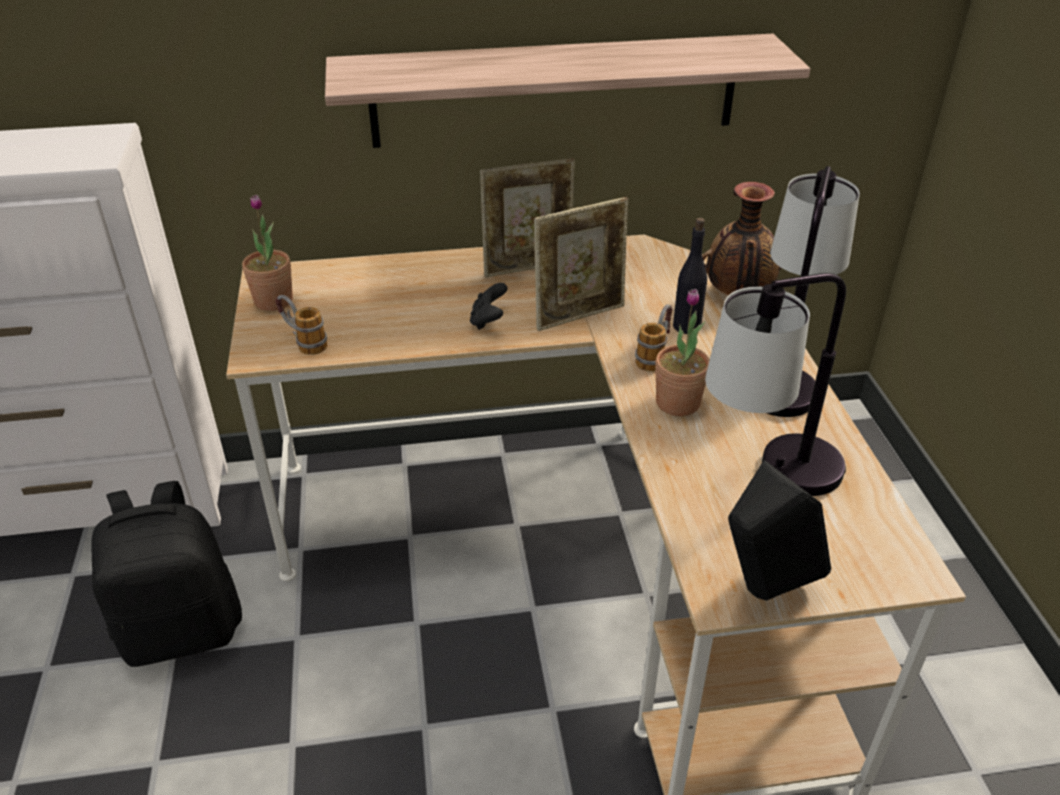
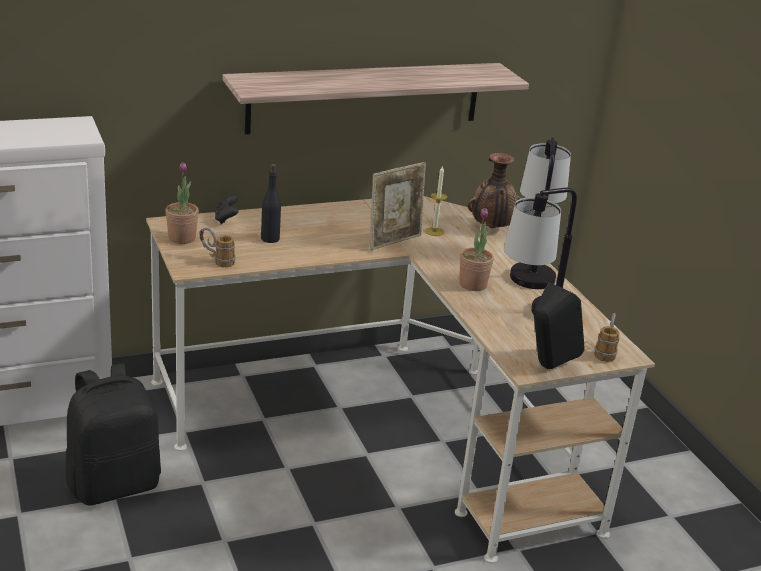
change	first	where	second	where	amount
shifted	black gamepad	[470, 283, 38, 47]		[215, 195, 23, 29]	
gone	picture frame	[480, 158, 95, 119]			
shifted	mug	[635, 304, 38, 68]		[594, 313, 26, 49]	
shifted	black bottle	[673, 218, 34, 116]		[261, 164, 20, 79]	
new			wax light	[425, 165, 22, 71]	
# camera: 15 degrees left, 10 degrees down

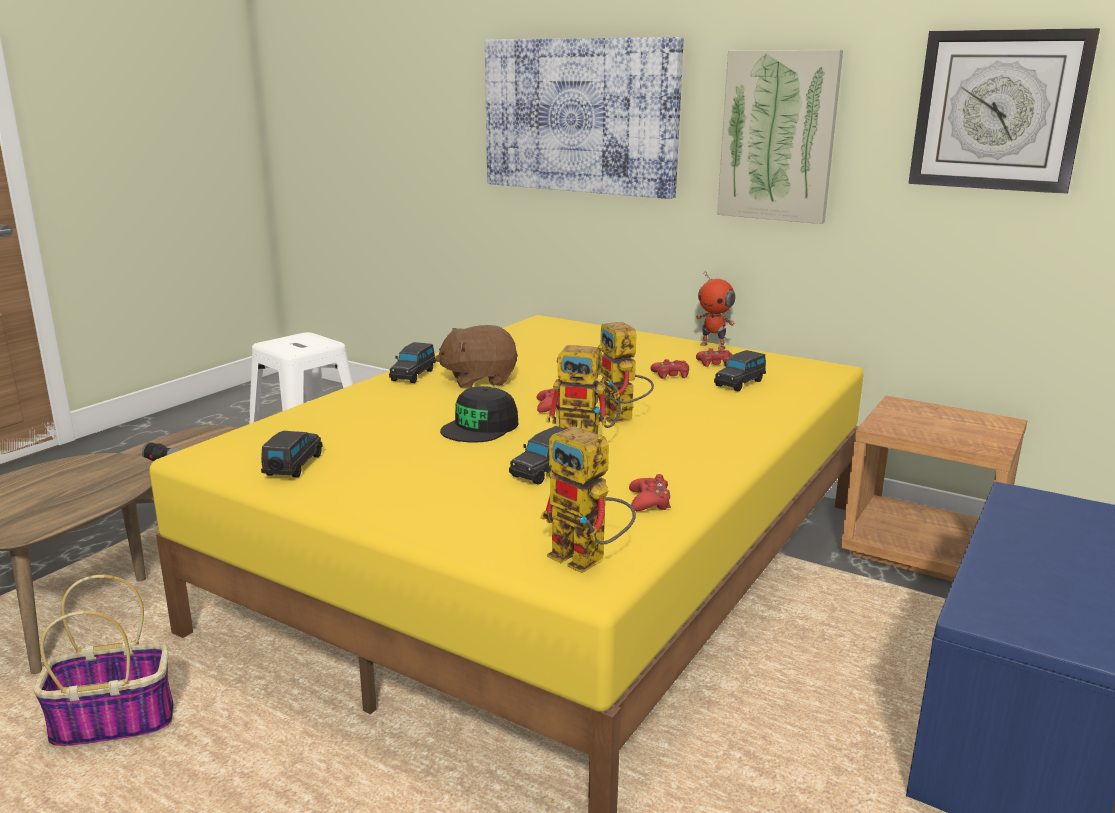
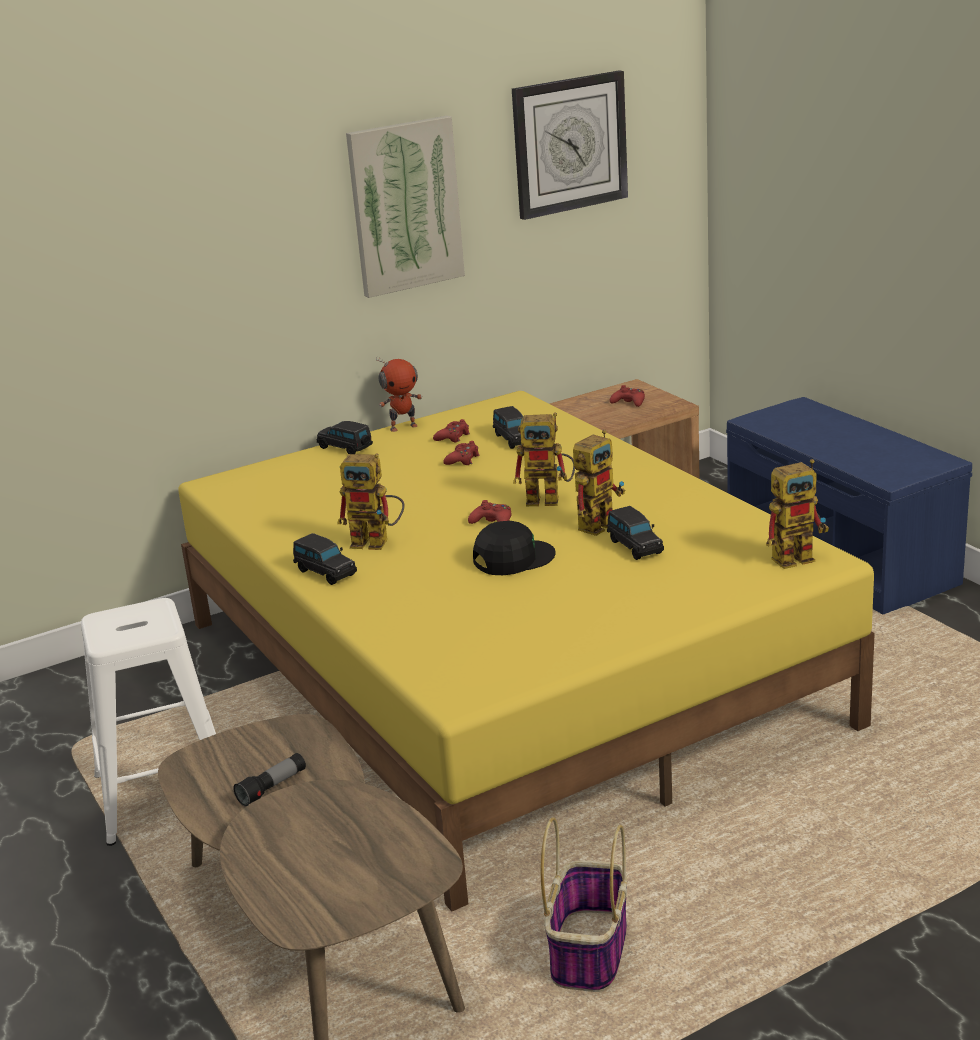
change	first	where	second	where	amount
shifted	black toy car	[261, 431, 62, 46]		[317, 421, 56, 33]	
swapped	brownish soft toy	[435, 325, 83, 62]	toy robot	[337, 453, 68, 97]	
rotated	black peaked cap	[440, 386, 79, 57]		[473, 521, 83, 54]	90 degrees counterclockwise
gone	picture	[485, 37, 199, 162]			
shifted	reddish gamepad	[629, 474, 42, 37]		[610, 385, 35, 22]	
# camera: 60 degrees left, 5 degrees up

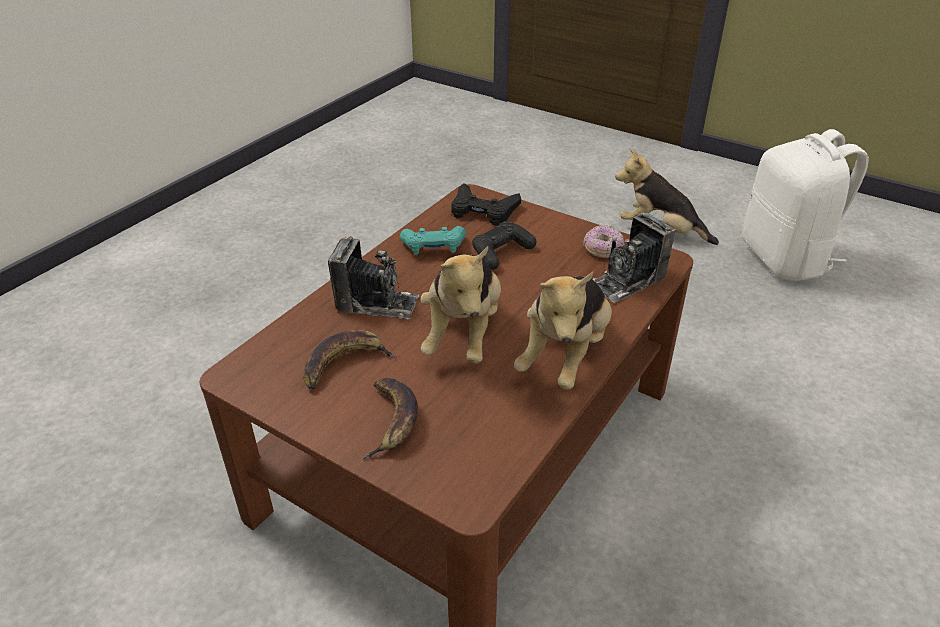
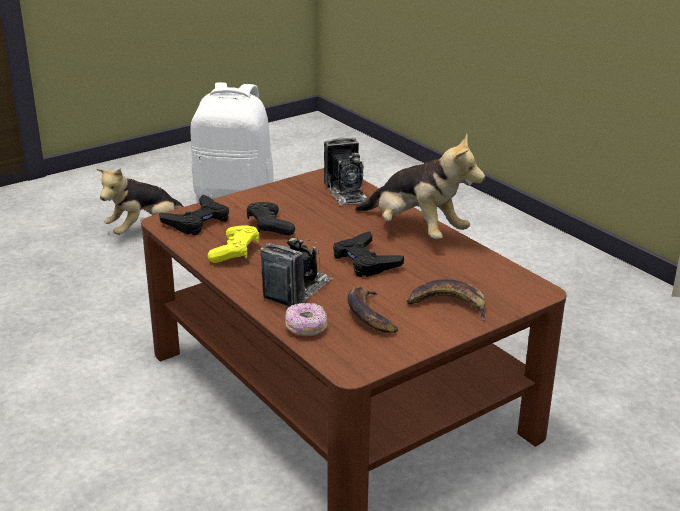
change	first	where	second	where	amount
repainted	turquoise gamepad	[400, 226, 66, 29]	yellow-coloured gamepad	[208, 225, 51, 38]	
swapped	soft toy	[421, 246, 80, 118]	black gamepad	[333, 231, 71, 46]	
shifted	doughnut	[583, 225, 41, 33]		[285, 303, 42, 33]	
# camera: 70 degrees left, 10 degrees down

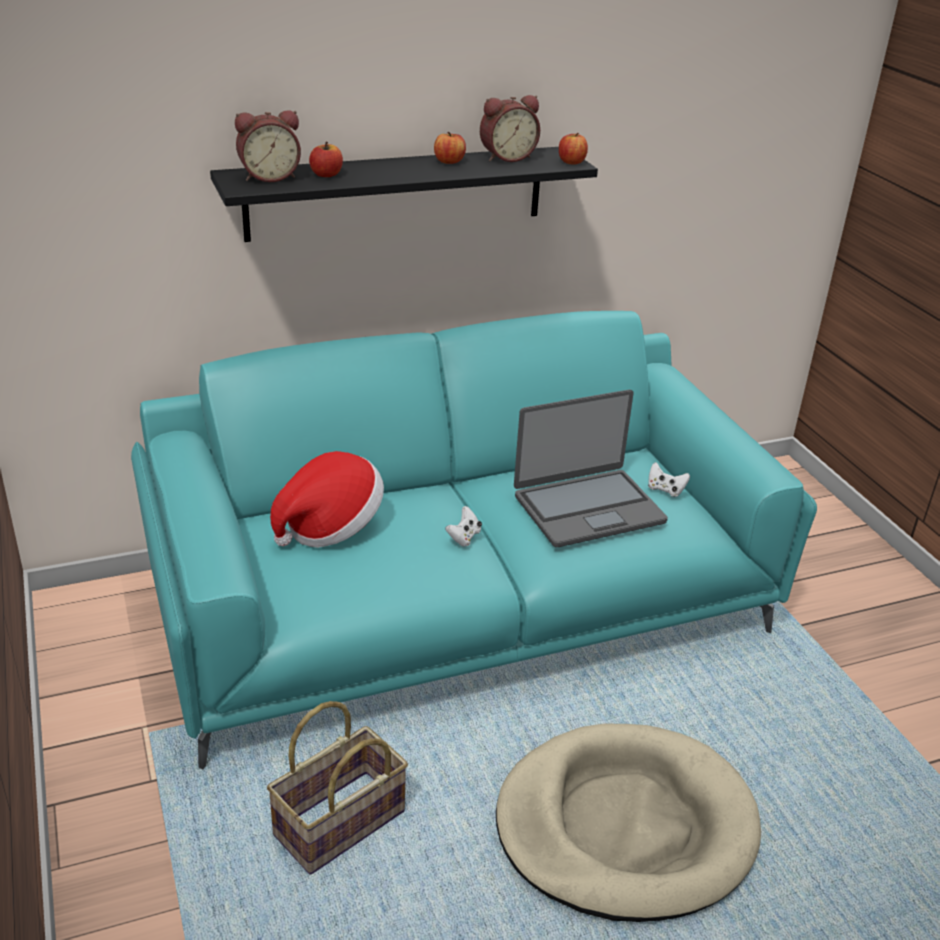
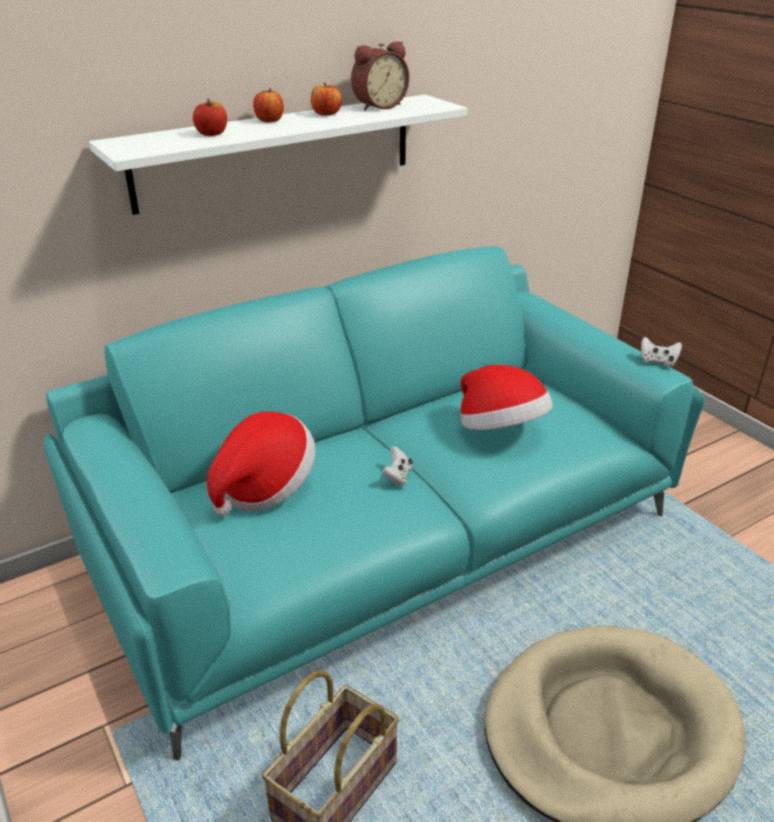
change	first	where	second	where	amount
repainted	black wall shelf	[210, 147, 388, 95]	white wall shelf	[89, 95, 379, 120]	
gone	table clock	[235, 110, 66, 72]			
swapped	notebook computer	[514, 390, 154, 157]	wearable hat	[460, 365, 93, 65]	
shifted	whole apple	[559, 133, 29, 31]		[253, 88, 31, 34]	
shifted	white gamepad	[648, 462, 42, 35]		[641, 337, 41, 30]	
# camera: 10 degrees left, 0 degrees up

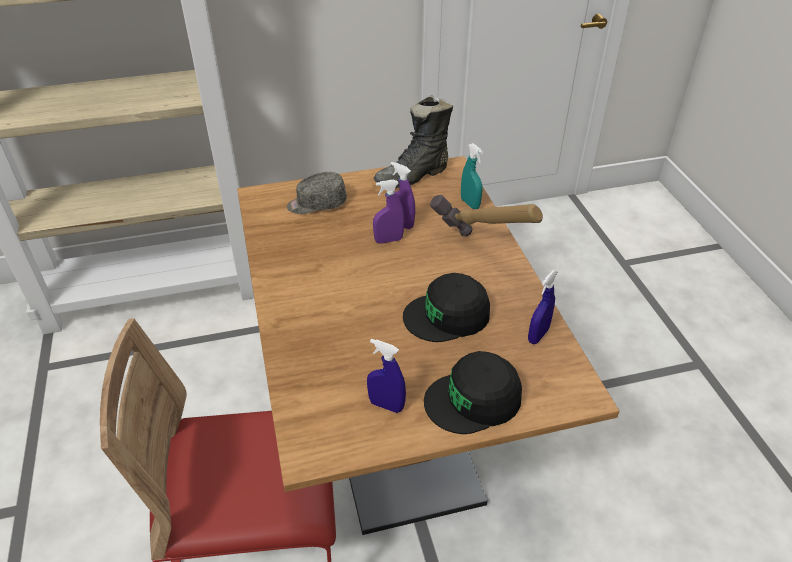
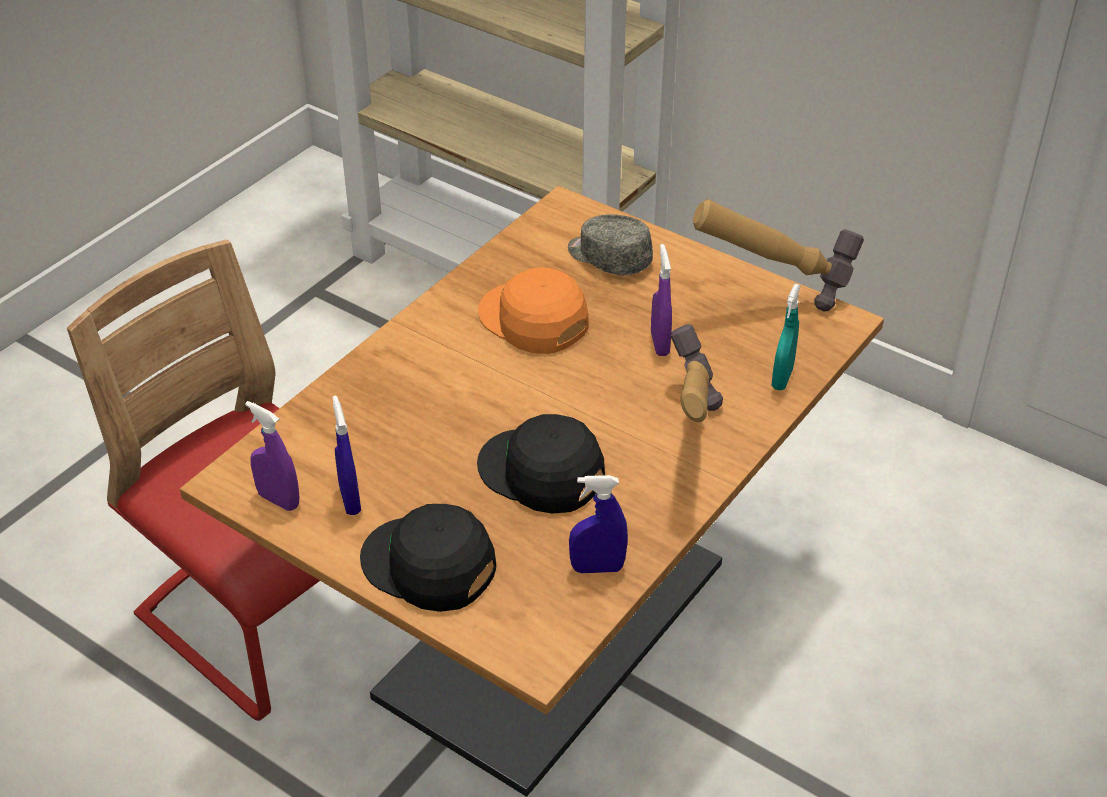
change	first	where	second	where	amount
swapped	black boot	[373, 95, 80, 93]	tool hammer	[693, 199, 171, 112]	
shifted	purple sprayer	[373, 180, 31, 64]		[245, 401, 54, 110]	
new			orangey peaked cap	[478, 267, 111, 87]	
# camera: 50 degrees right, 0 degrees up

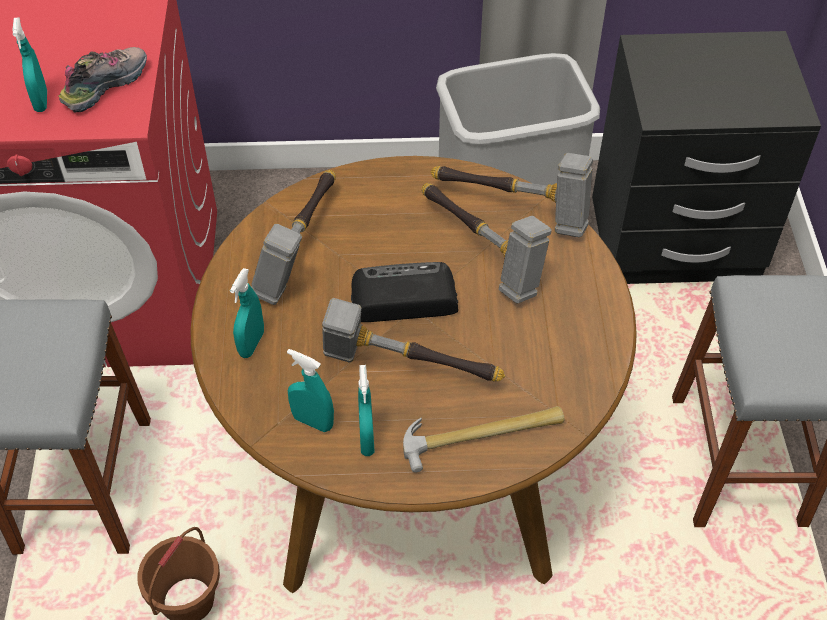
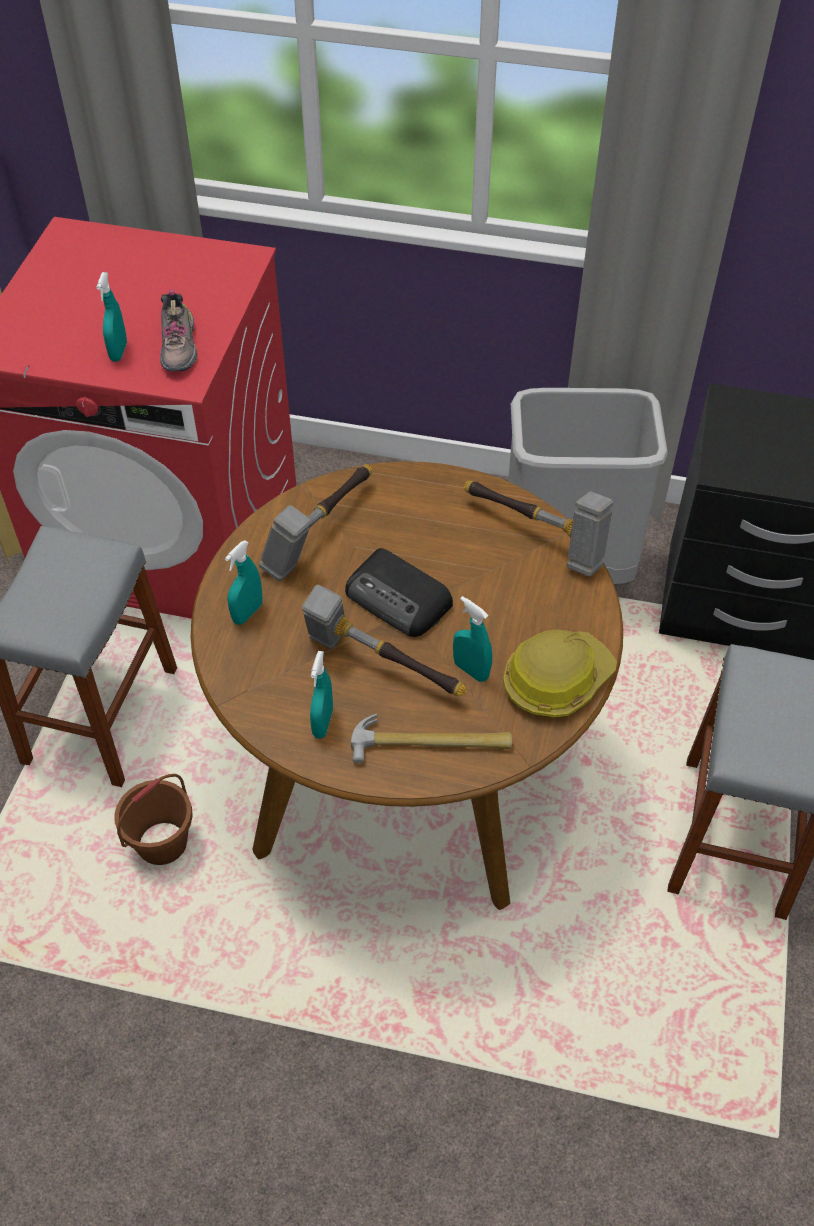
change	first	where	second	where	amount
rotated	item of footwear	[59, 47, 88, 66]		[160, 289, 38, 82]	120 degrees clockwise
shifted	turquoise sprayer	[287, 349, 47, 83]		[453, 596, 39, 86]	
rotated	radio set	[351, 262, 107, 60]		[345, 548, 108, 89]	150 degrees counterclockwise
gone	tool hammer	[421, 183, 131, 121]			
new			hard hat	[503, 629, 114, 89]	
# camera: 15 degrees right, 0 degrees up

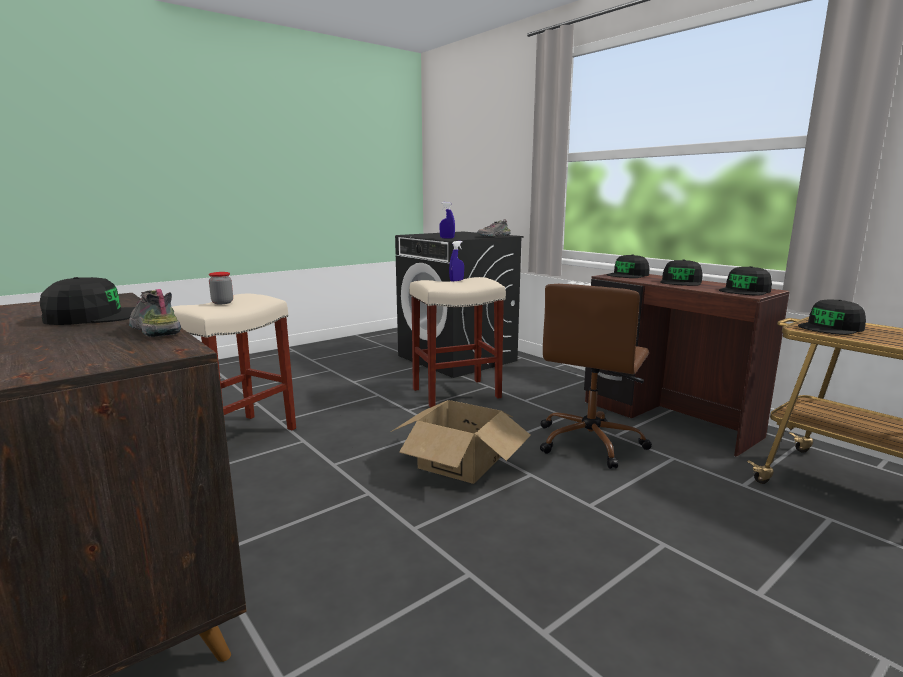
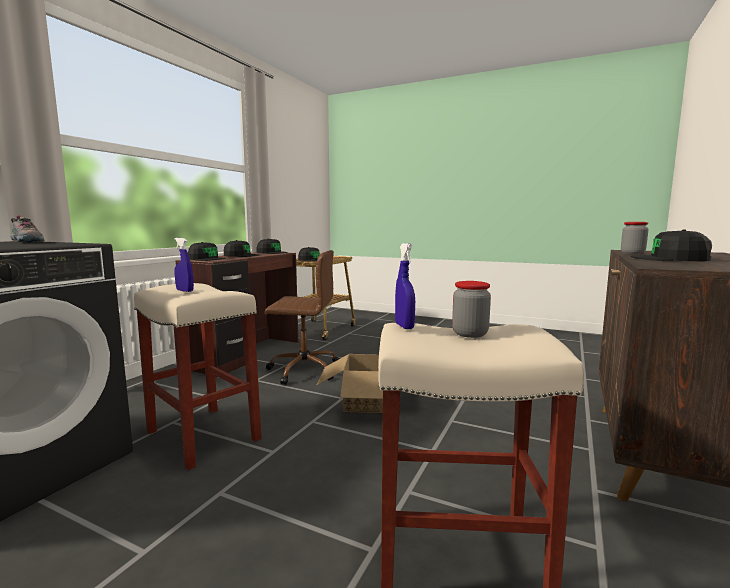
change	first	where	second	where	amount
swapped	item of footwear	[129, 289, 52, 48]	jar	[621, 222, 28, 32]	
shifted	blue sprayer	[439, 202, 16, 37]		[395, 243, 20, 86]	
# camera: 115 degrees left, 5 degrees down

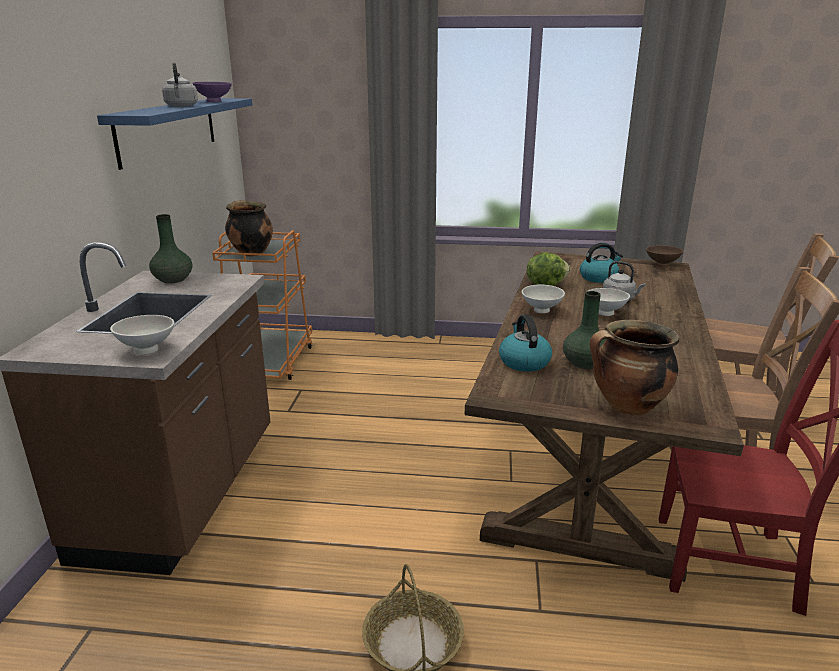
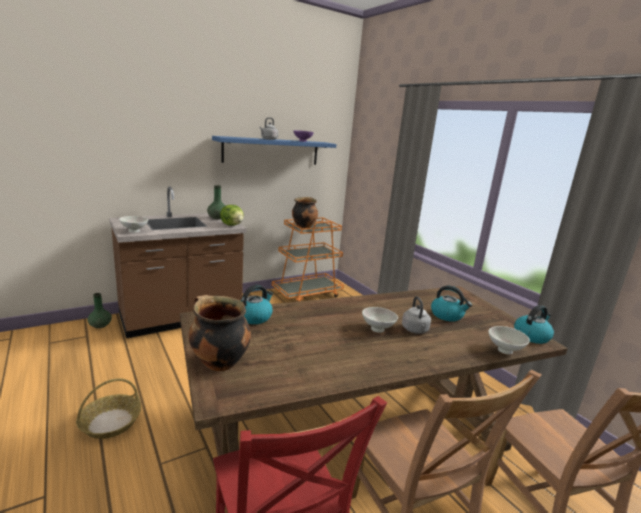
change	first	where	second	where	amount
shifted	white deep dish	[522, 285, 43, 28]		[488, 326, 42, 28]	
shifted	lettuce	[527, 252, 43, 34]		[220, 205, 24, 21]	
shifted	green-coloured flower vase	[563, 291, 43, 78]		[88, 293, 24, 35]	
swapped	brownish deep dish	[646, 246, 37, 21]	water kettle	[514, 305, 40, 39]	
# camera: 50 degrees right, 5 degrees down

